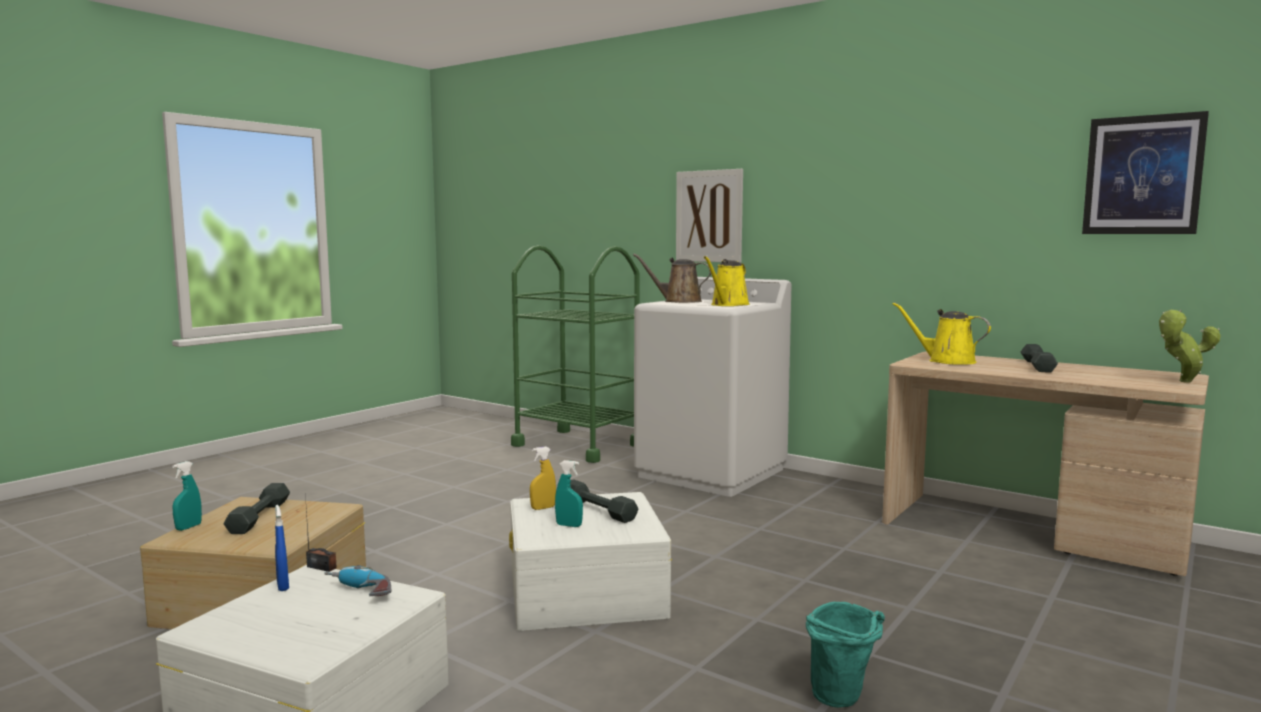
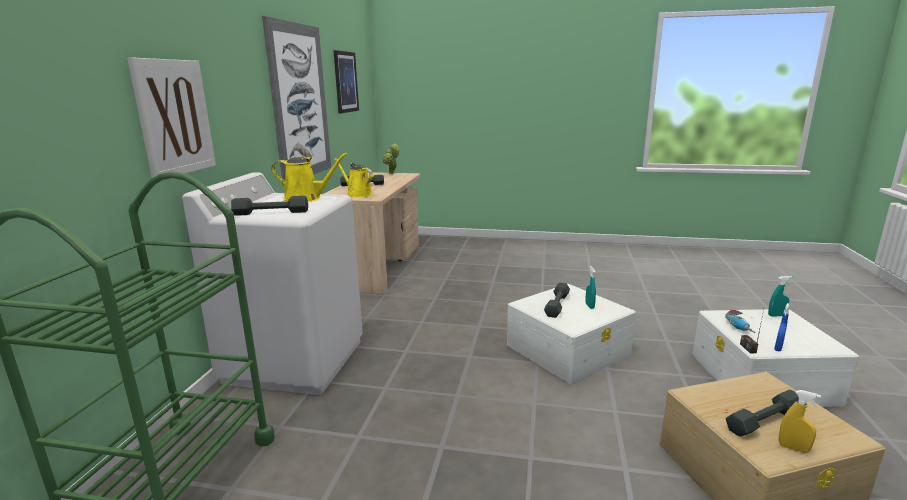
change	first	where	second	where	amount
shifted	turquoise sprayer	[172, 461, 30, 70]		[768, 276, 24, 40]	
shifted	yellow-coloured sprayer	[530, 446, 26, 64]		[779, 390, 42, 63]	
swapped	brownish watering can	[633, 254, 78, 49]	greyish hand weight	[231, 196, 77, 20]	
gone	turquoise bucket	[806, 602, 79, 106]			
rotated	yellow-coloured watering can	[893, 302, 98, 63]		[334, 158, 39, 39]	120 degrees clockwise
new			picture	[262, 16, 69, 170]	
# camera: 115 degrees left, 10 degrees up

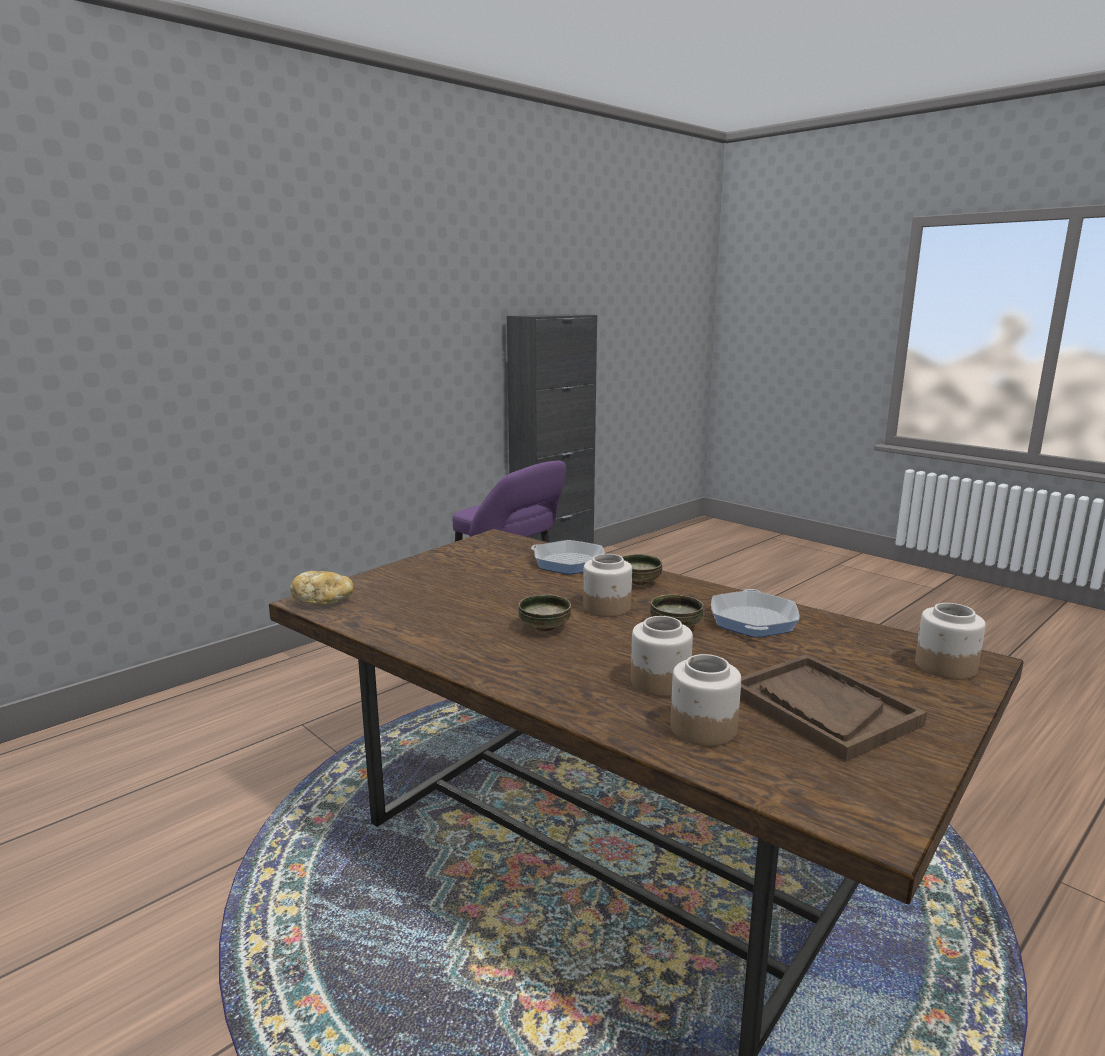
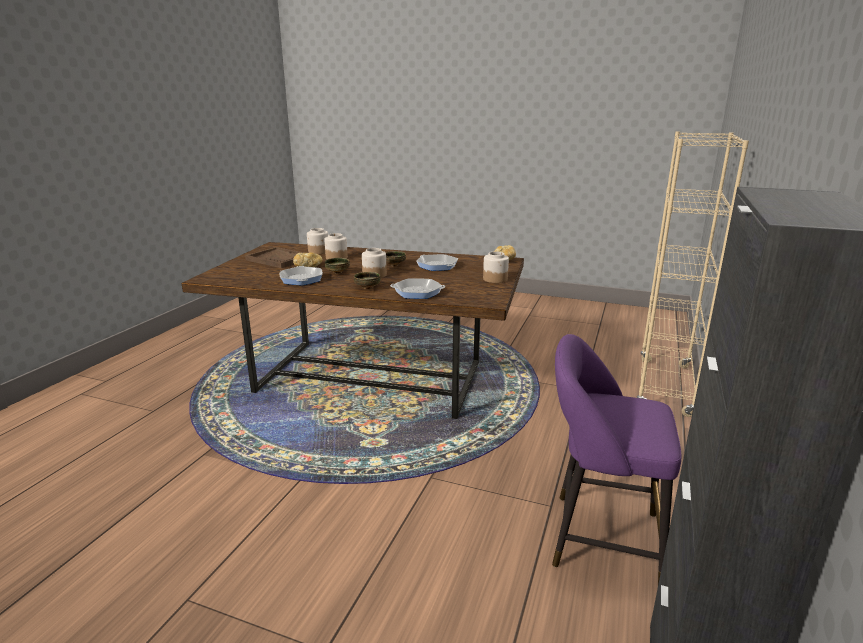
change	first	where	second	where	amount
shifted	jar	[915, 603, 71, 77]		[483, 252, 26, 31]	
new			bread	[293, 252, 30, 15]	
new			pan	[417, 254, 41, 17]	
new			beige-coloured bookcase	[637, 131, 112, 286]	
# camera: 155 degrees right, 5 degrees up

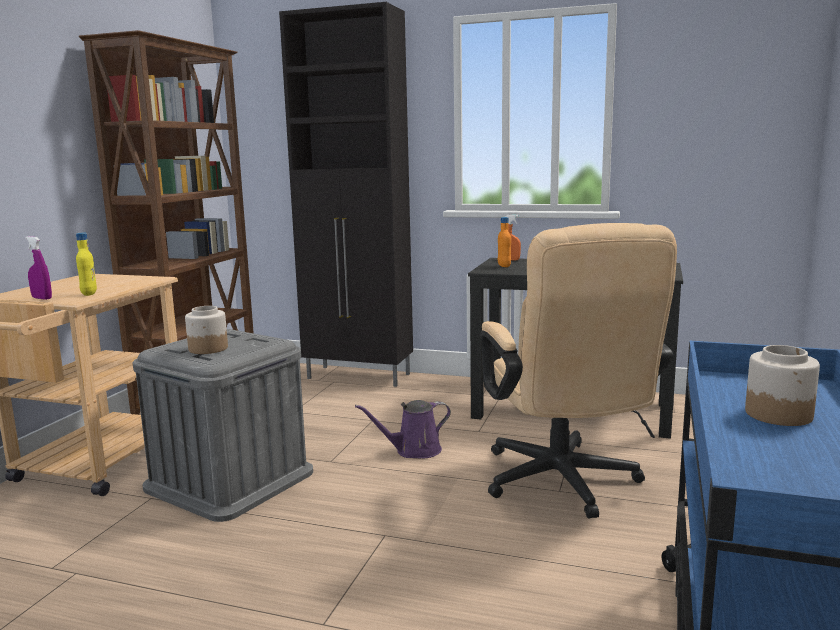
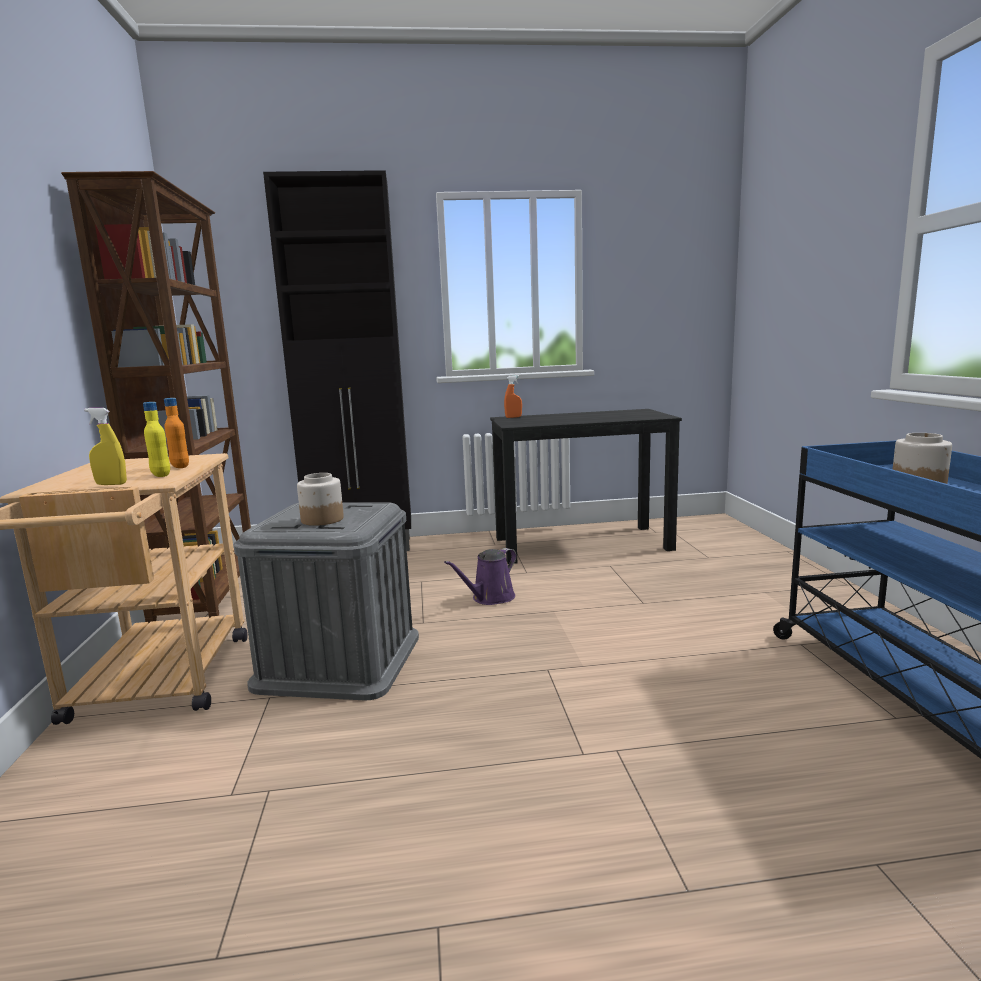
change	first	where	second	where	amount
repainted	purple sprayer	[25, 236, 27, 64]	yellow-coloured sprayer	[84, 408, 43, 77]	
gone	beige-coloured computer chair	[481, 223, 196, 296]			
shifted	orangey bottle	[498, 217, 13, 50]		[164, 398, 25, 70]	
# camera: 25 degrees left, 0 degrees up

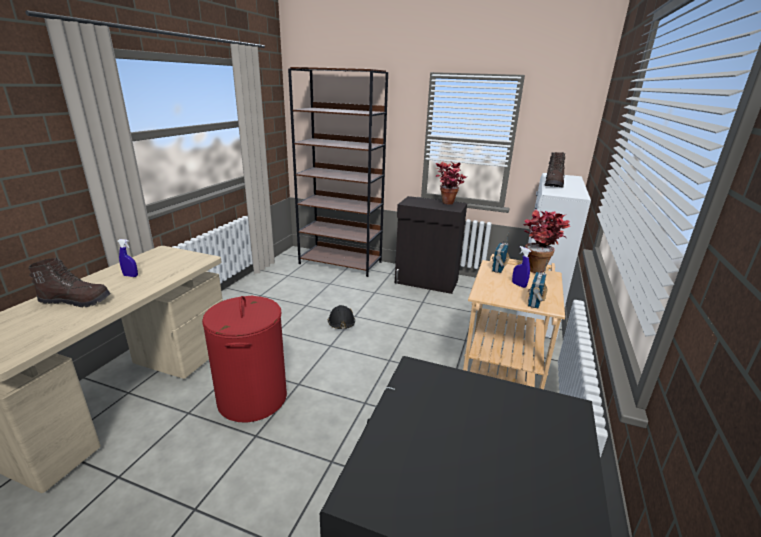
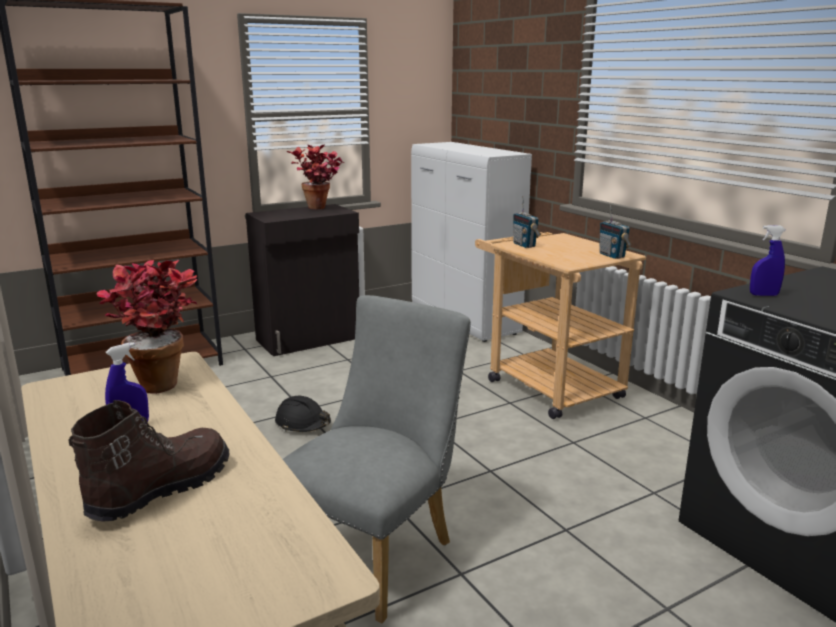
change	first	where	second	where	amount
swapped	reddish washing basket	[202, 296, 85, 127]	greyish chair	[283, 295, 188, 328]	
shifted	blue sprayer	[512, 246, 19, 42]		[750, 225, 36, 71]	
shifted	potted plant	[524, 210, 46, 63]		[97, 260, 101, 134]	
gone	brownish boot	[544, 152, 21, 36]			
# camera: 50 degrees left, 5 degrees down

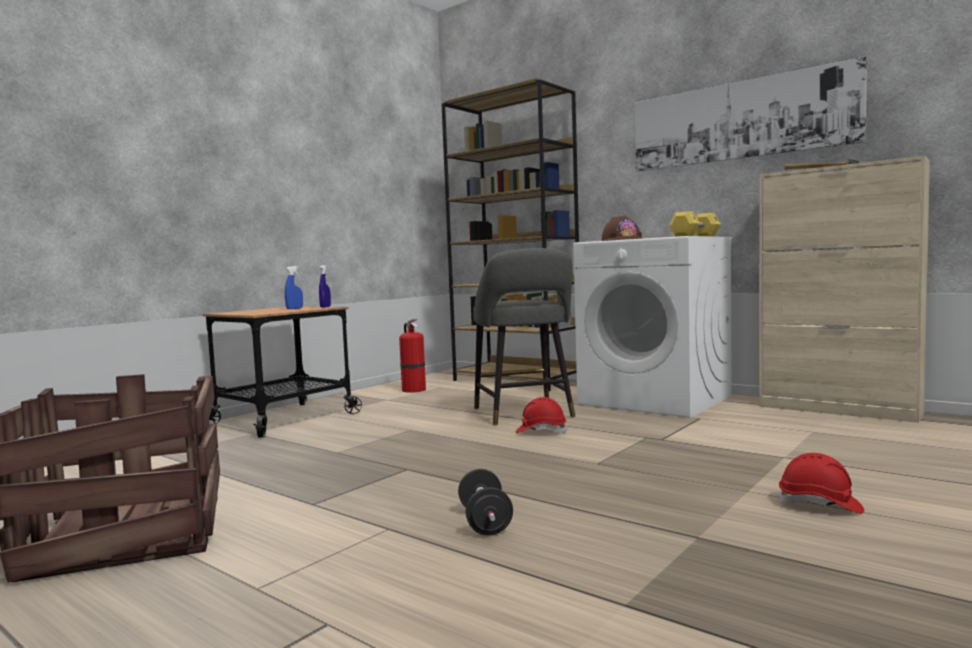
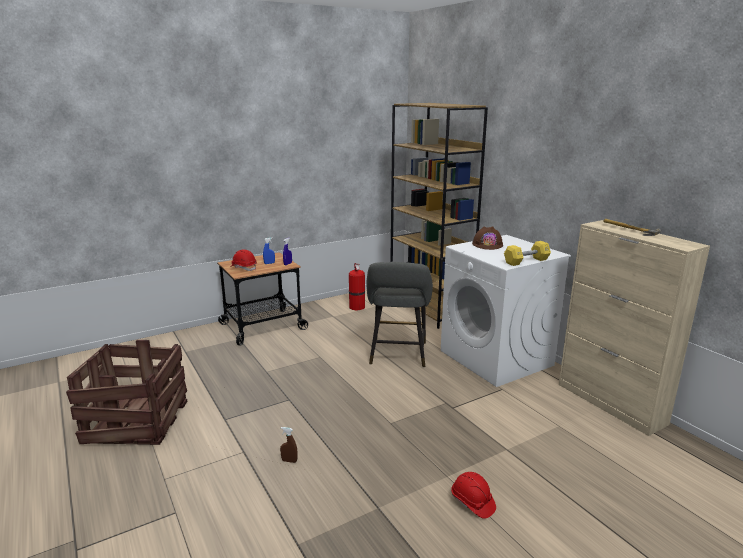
change	first	where	second	where	amount
swapped	black hand weight	[458, 469, 55, 66]	brownish sprayer	[280, 427, 18, 36]	
shifted	reddish hard hat	[516, 397, 52, 36]		[230, 249, 27, 22]	
gone	picture	[635, 57, 232, 115]			
# camera: 20 degrees right, 15 degrees up

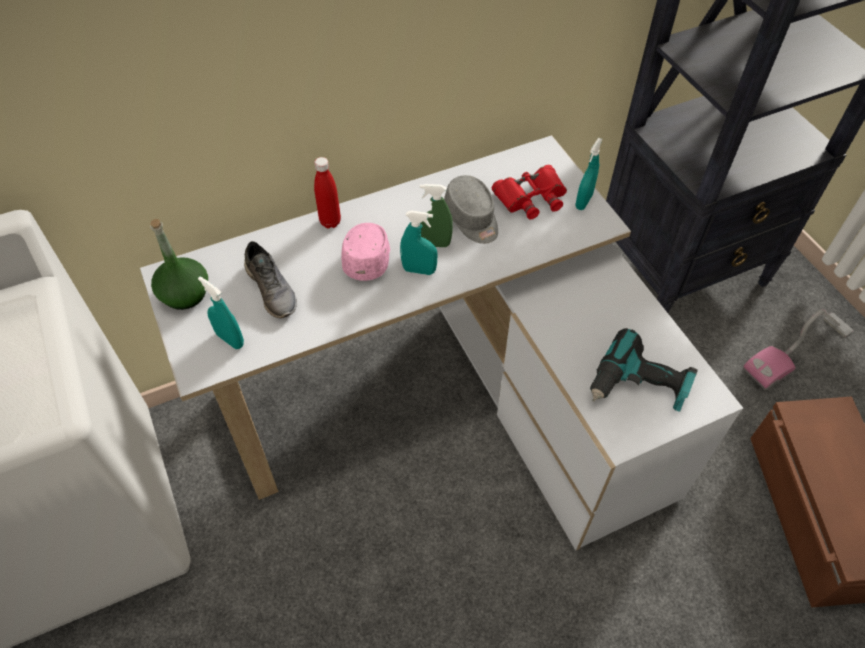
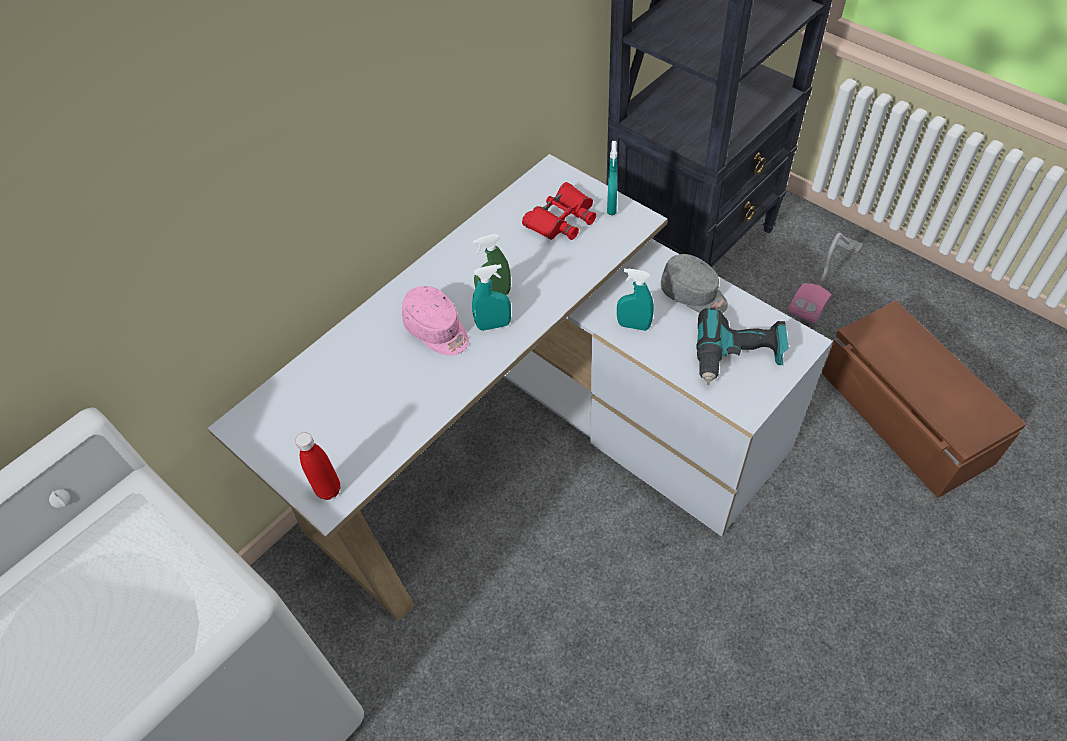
change	first	where	second	where	amount
gone	green-coloured bottle	[150, 219, 58, 91]			
shifted	turquoise sprayer	[198, 277, 46, 72]		[617, 268, 37, 63]	
gone	greyish item of footwear	[244, 241, 53, 77]			
shifted	reddish bottle	[314, 157, 27, 71]		[295, 432, 45, 68]	
rotated	pinkish peaked cap	[341, 223, 49, 58]		[402, 286, 67, 69]	150 degrees clockwise
shifted	greyish peaked cap	[444, 175, 54, 69]		[661, 254, 67, 59]	
# camera: 20 degrees left, 0 degrees up

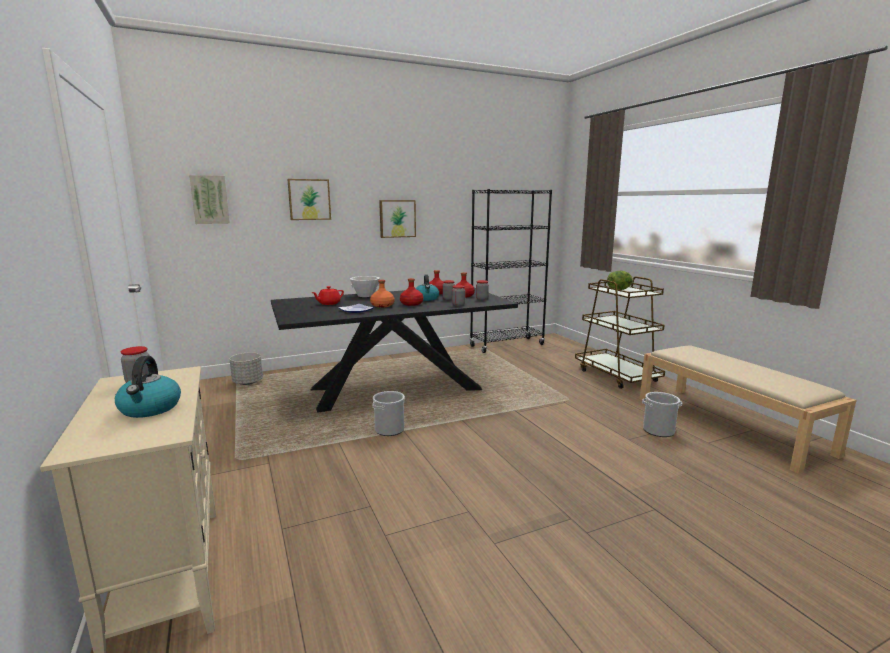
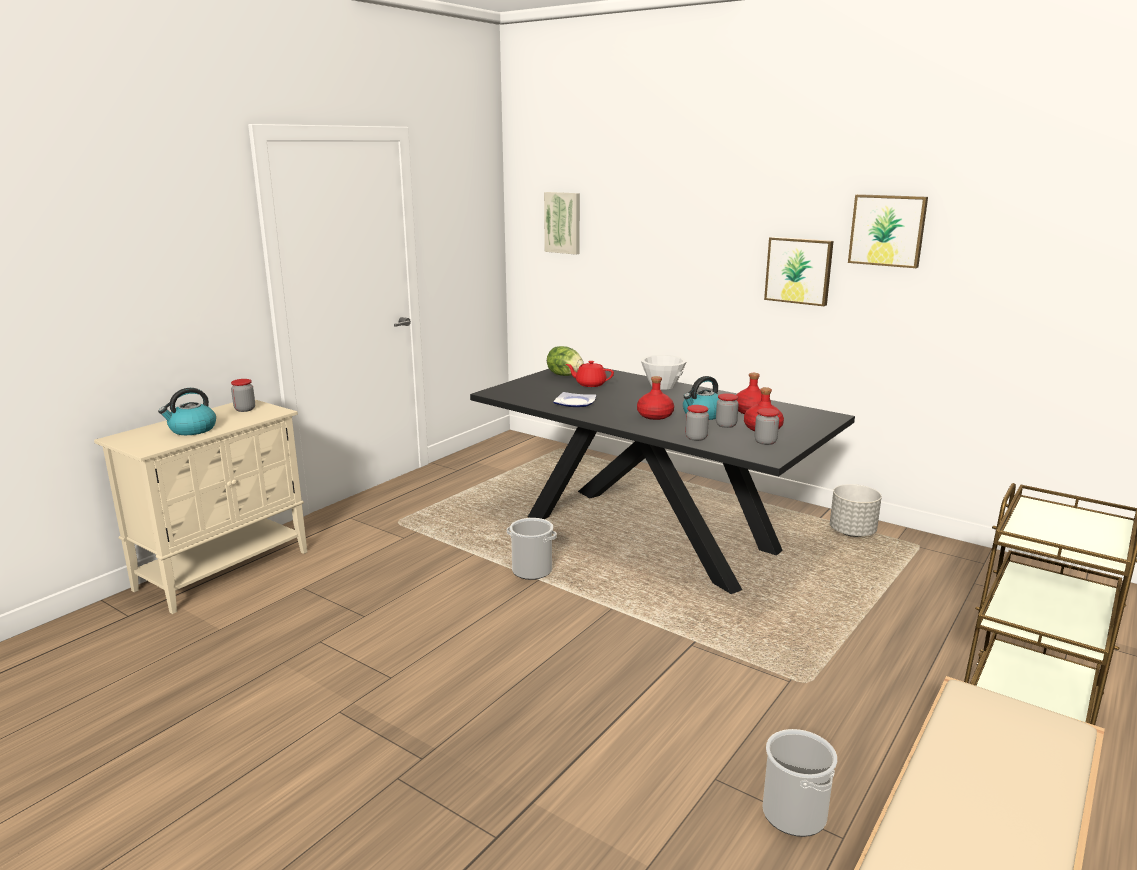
change	first	where	second	where	amount
shifted	greyish planter	[229, 352, 34, 33]		[830, 484, 52, 53]	
shifted	picture	[287, 179, 44, 41]		[848, 194, 80, 74]	
gone	orangey bottle	[370, 280, 25, 28]			
gone	black bookcase	[470, 189, 82, 164]			
shifted	lettuce	[607, 271, 27, 19]		[547, 346, 37, 30]	
# camera: 60 degrees right, 5 degrees up

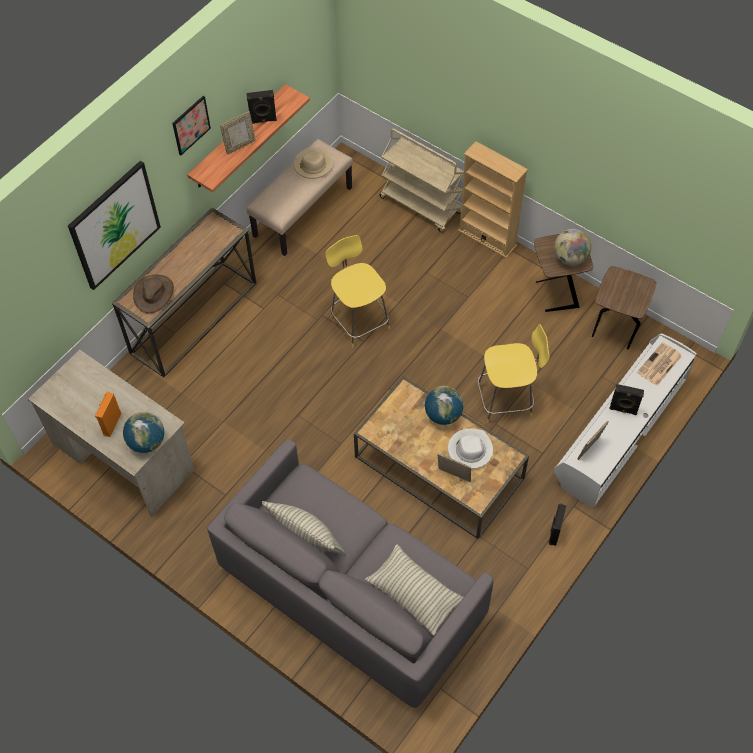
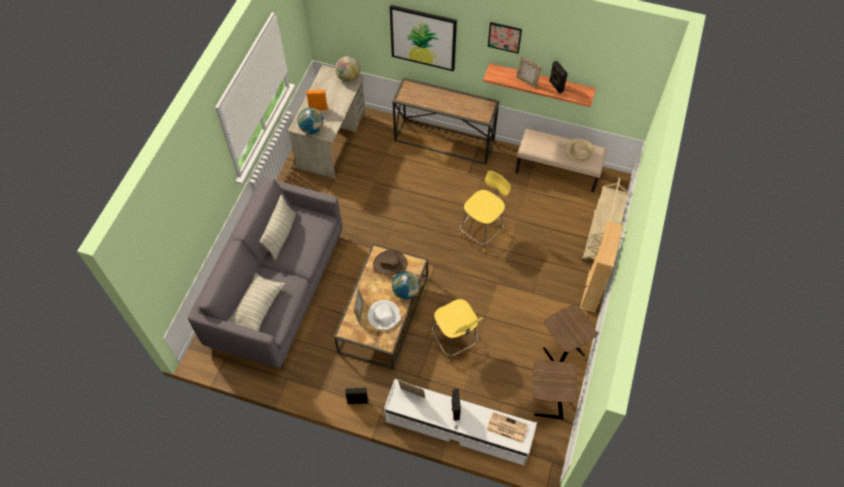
change	first	where	second	where	amount
shifted	brownish wearable hat	[133, 275, 41, 38]		[373, 250, 35, 25]	
shifted	globe	[554, 229, 37, 37]		[335, 56, 25, 26]	
# camera: 70 degrees right, 0 degrees up

